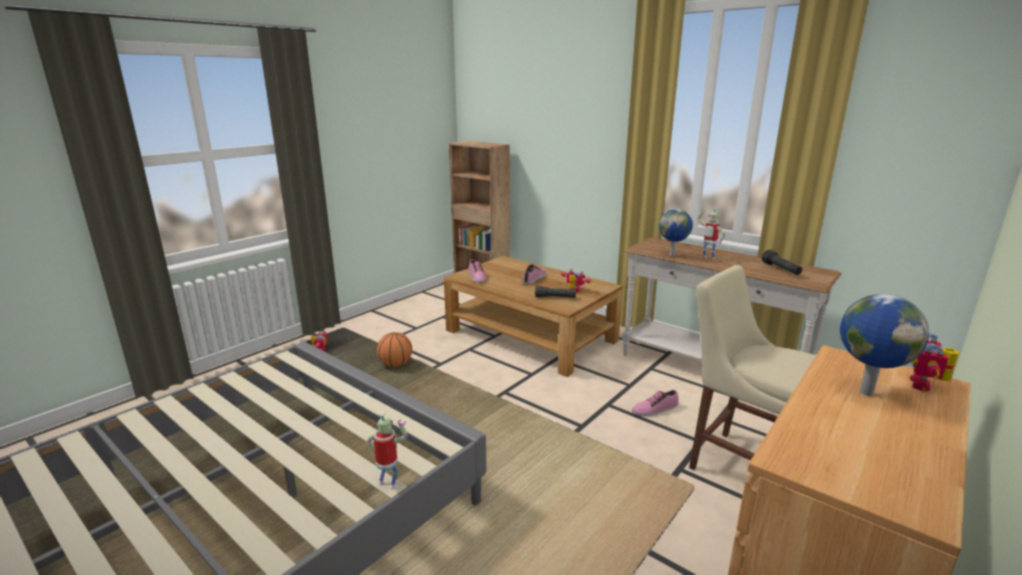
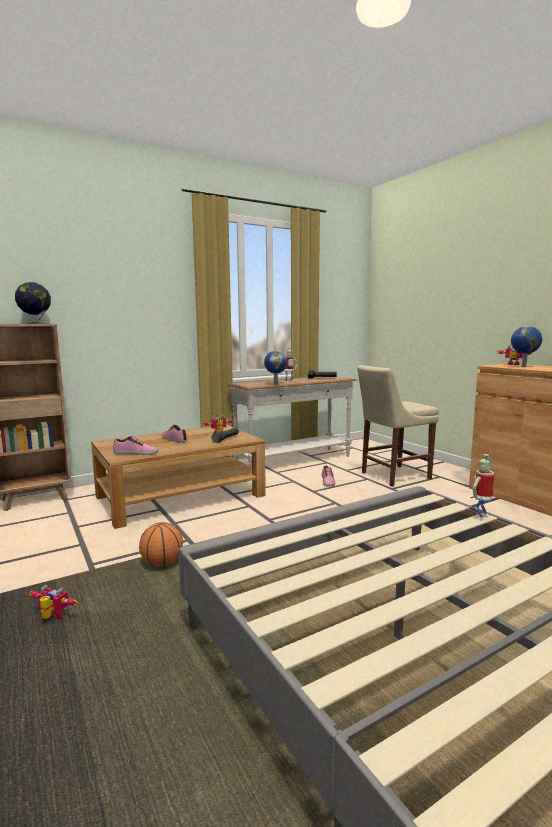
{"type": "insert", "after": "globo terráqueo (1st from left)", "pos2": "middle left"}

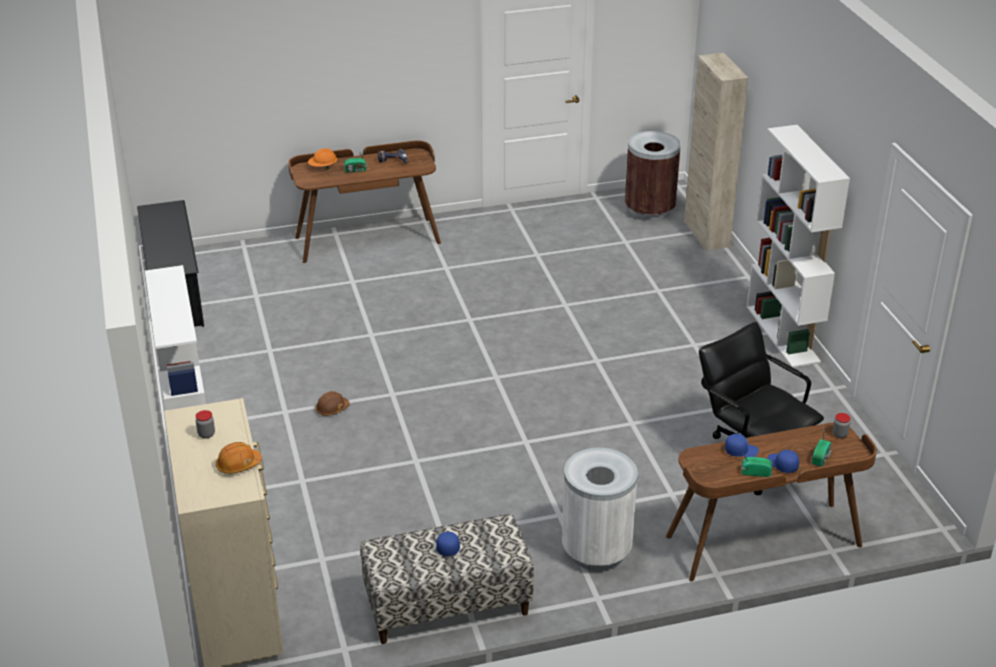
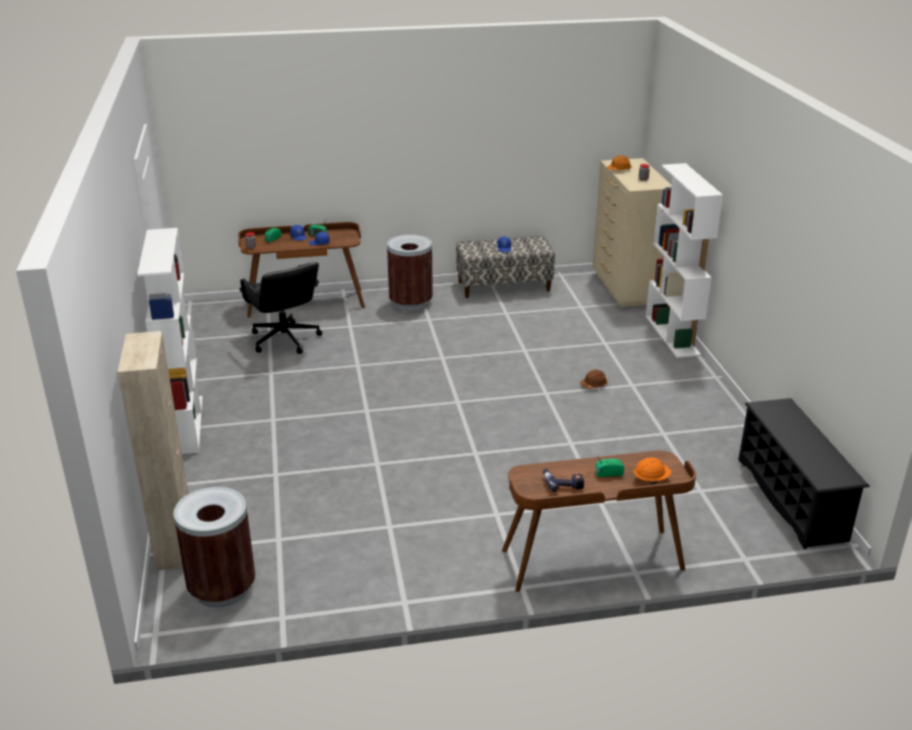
{"type": "recolor", "before": "papelera/blanco", "after": "papelera/marrón (2nd from left)", "pos1": "bottom centre", "pos2": "centre"}

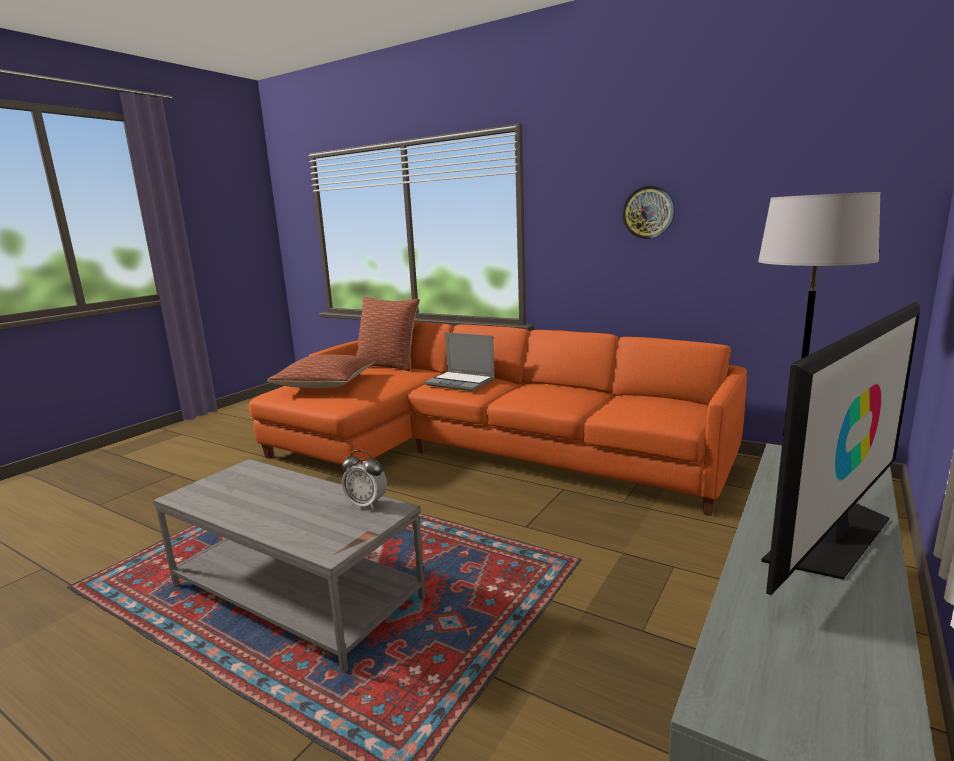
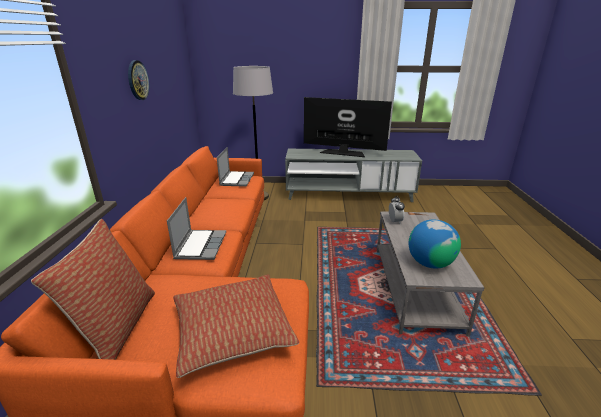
{"type": "insert", "after": "portátil (2nd from left)", "pos2": "centre"}
{"type": "insert", "after": "globo terráqueo", "pos2": "middle right"}

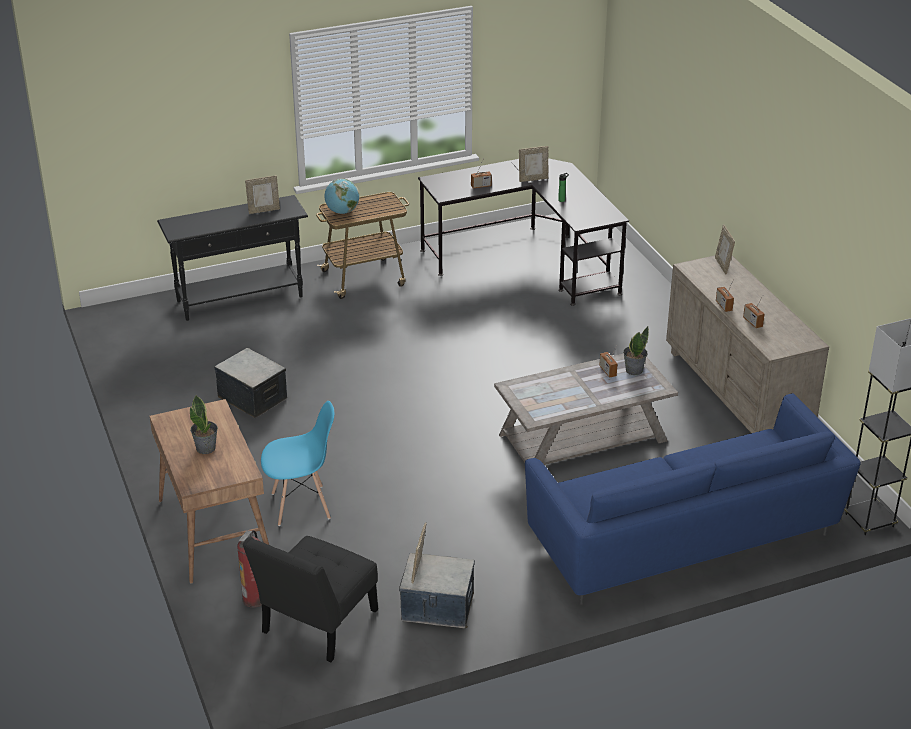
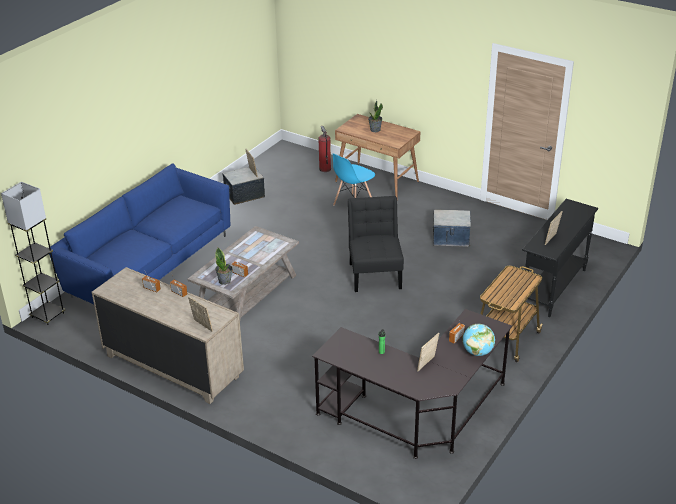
{"type": "move", "before": "silla/negro", "pos1": "bottom centre", "pos2": "centre"}
{"type": "move", "before": "globo terráqueo", "pos1": "top centre", "pos2": "bottom right"}

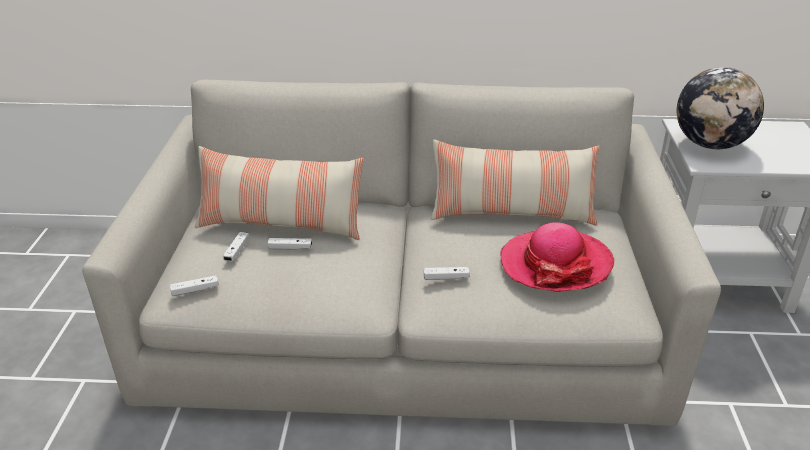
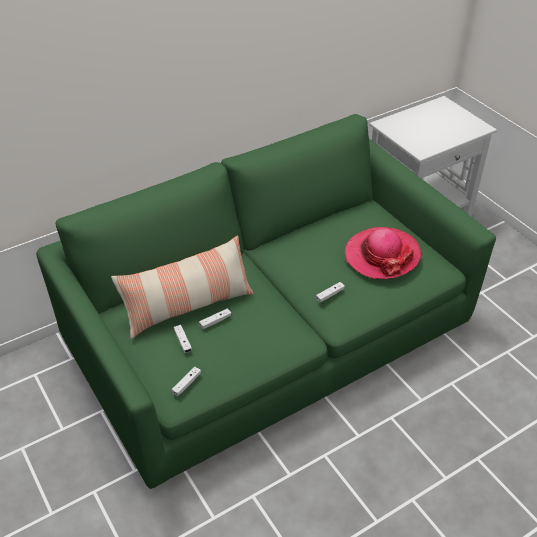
{"type": "recolor", "before": "sofá/gris", "after": "sofá/verde", "pos1": "centre", "pos2": "centre"}
{"type": "delete", "before": "cojín (2nd from left)", "pos1": "centre"}
{"type": "delete", "before": "globo terráqueo", "pos1": "top right"}

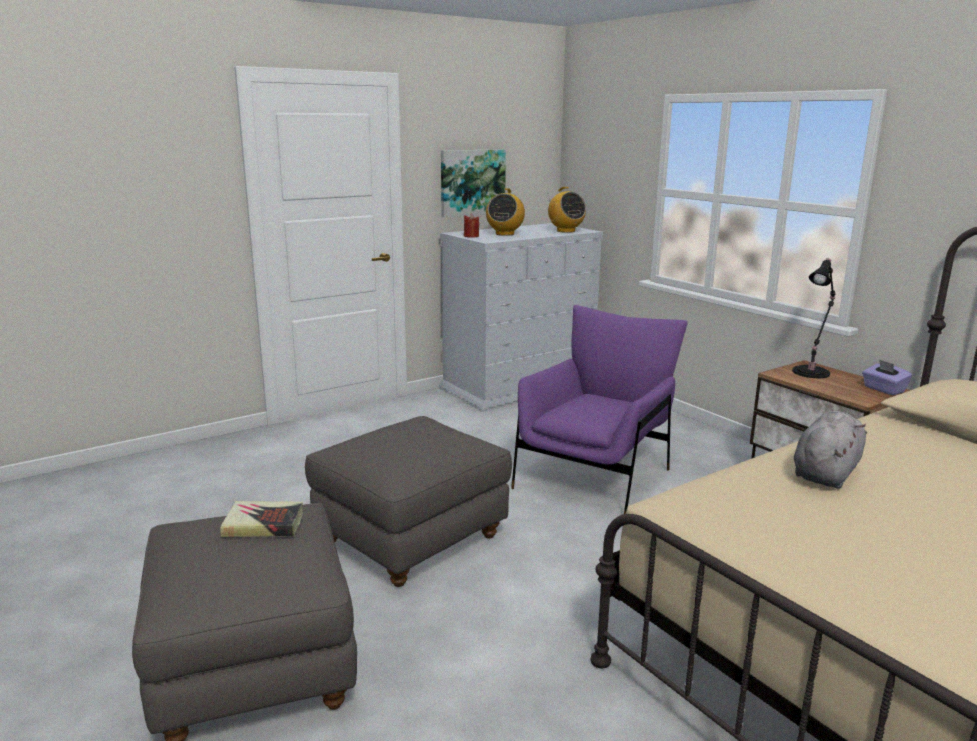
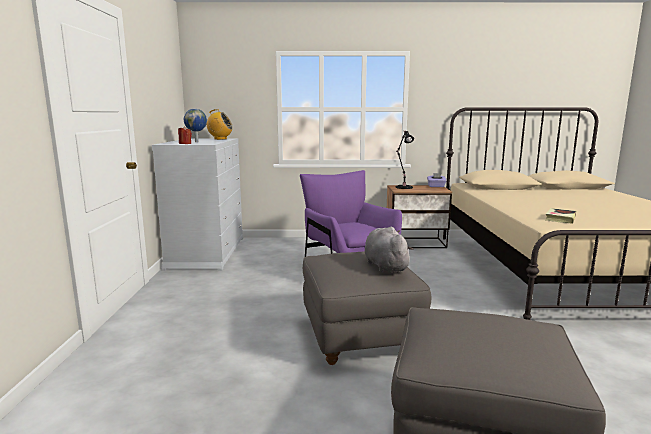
{"type": "replace", "before": "radio (1st from left)", "after": "globo terráqueo", "pos1": "top centre", "pos2": "top left"}
{"type": "move", "before": "peluche/gris", "pos1": "middle right", "pos2": "centre"}
{"type": "move", "before": "libro", "pos1": "bottom left", "pos2": "middle right"}
{"type": "delete", "before": "cuadro", "pos1": "top centre"}

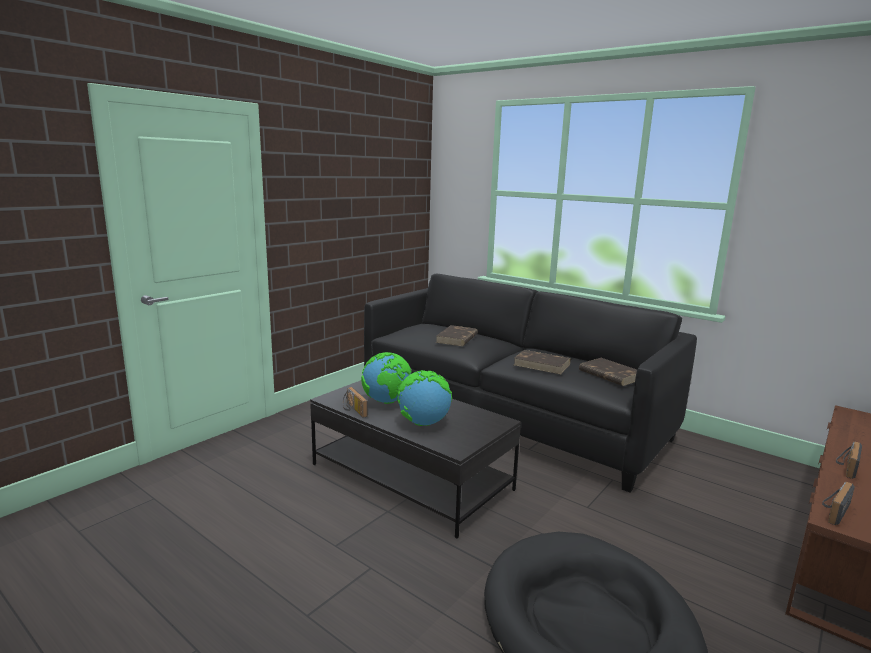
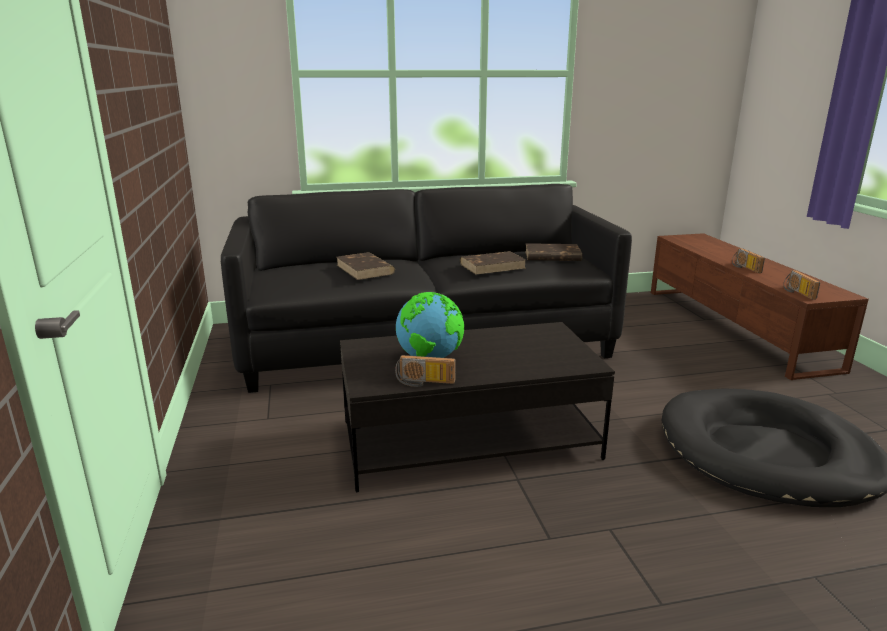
{"type": "delete", "before": "globo terráqueo (2nd from left)", "pos1": "centre"}

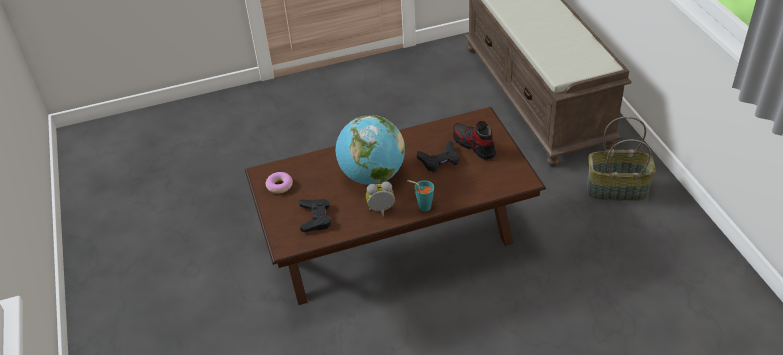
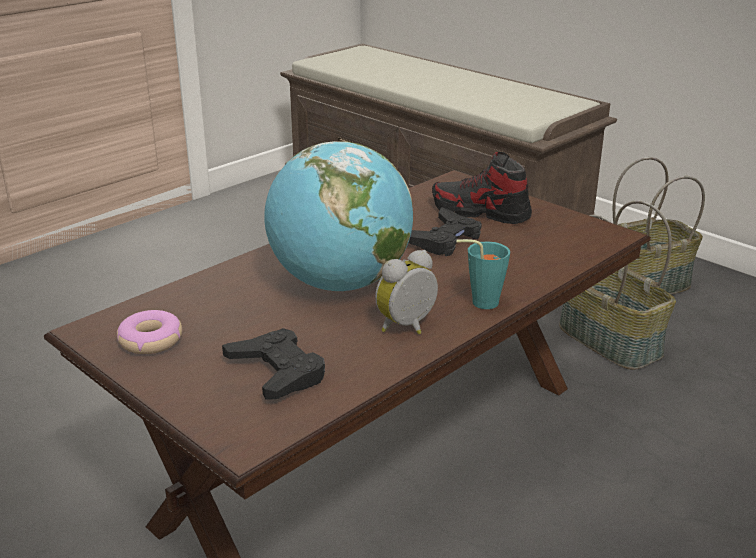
{"type": "insert", "after": "cesta (1st from left)", "pos2": "middle right"}

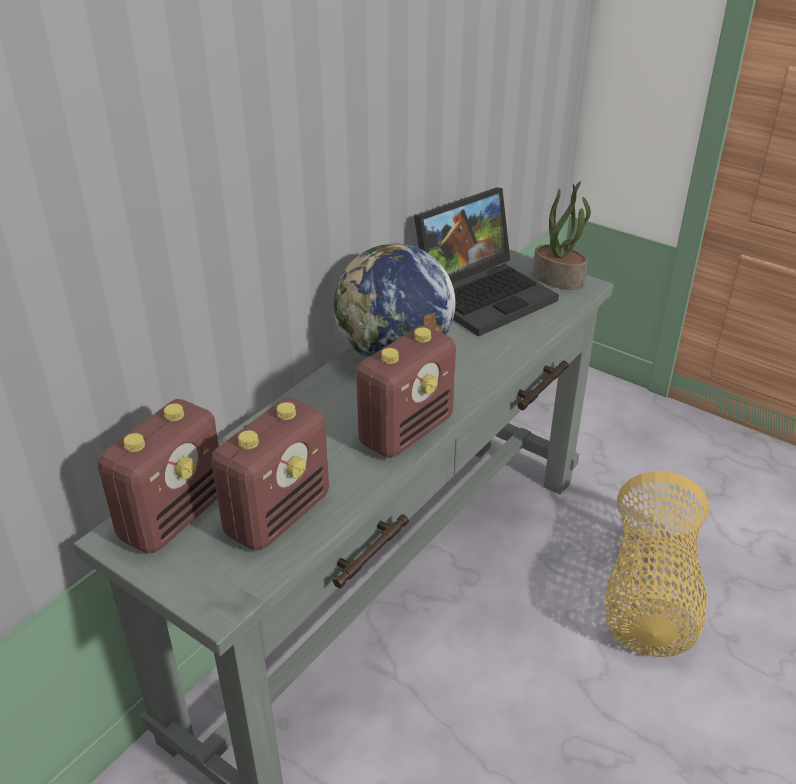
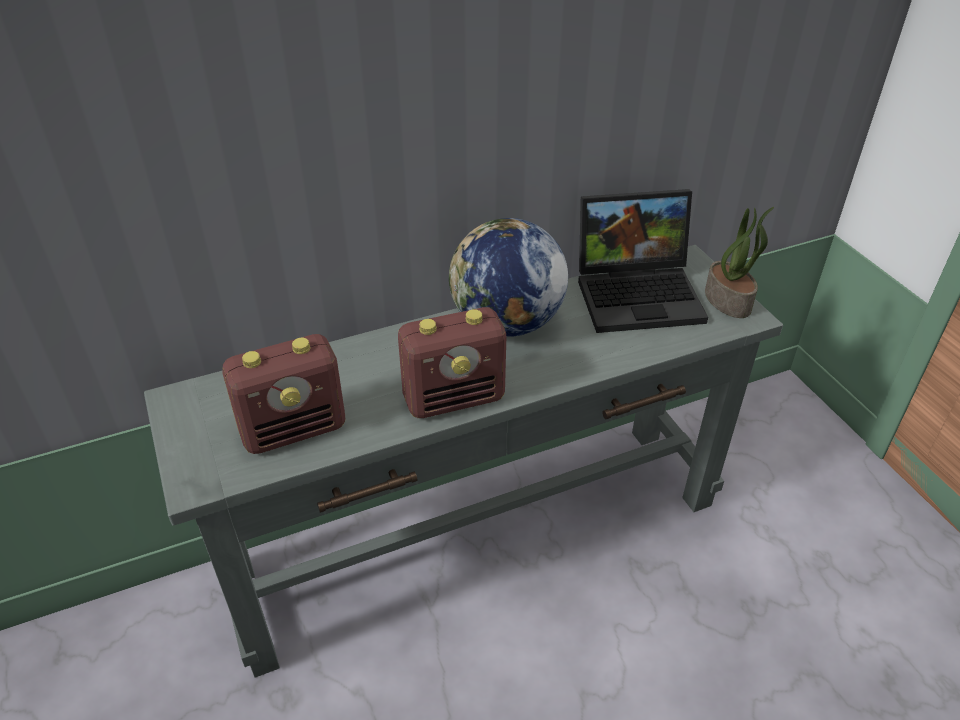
{"type": "delete", "before": "radio (1st from left)", "pos1": "middle left"}
{"type": "delete", "before": "cesta", "pos1": "bottom right"}

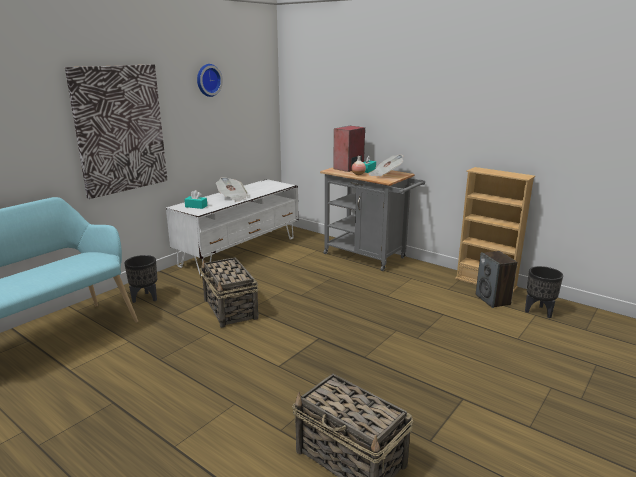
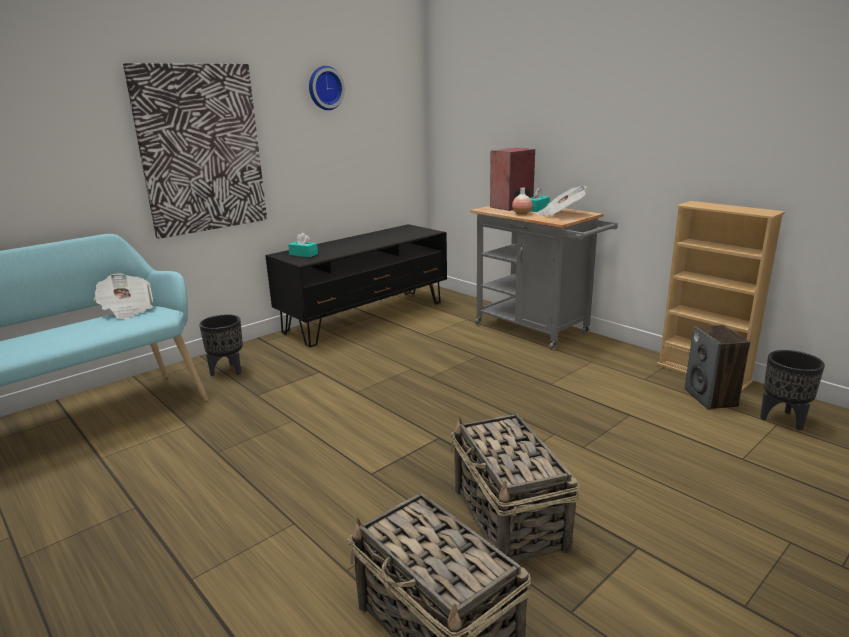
{"type": "move", "before": "periódico (1st from left)", "pos1": "centre", "pos2": "middle left"}
{"type": "recolor", "before": "mueble de televisión/blanco", "after": "mueble de televisión/negro", "pos1": "centre", "pos2": "centre"}
{"type": "move", "before": "cesta (1st from left in the first image)", "after": "cesta (2nd from left)", "pos1": "centre", "pos2": "bottom centre"}

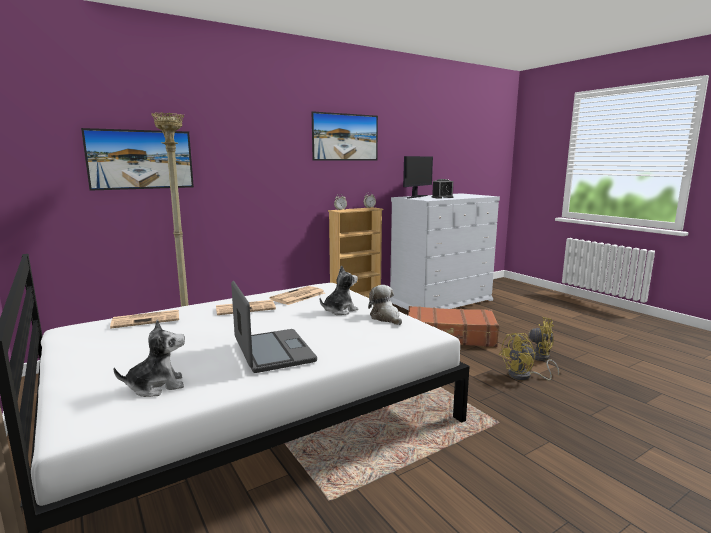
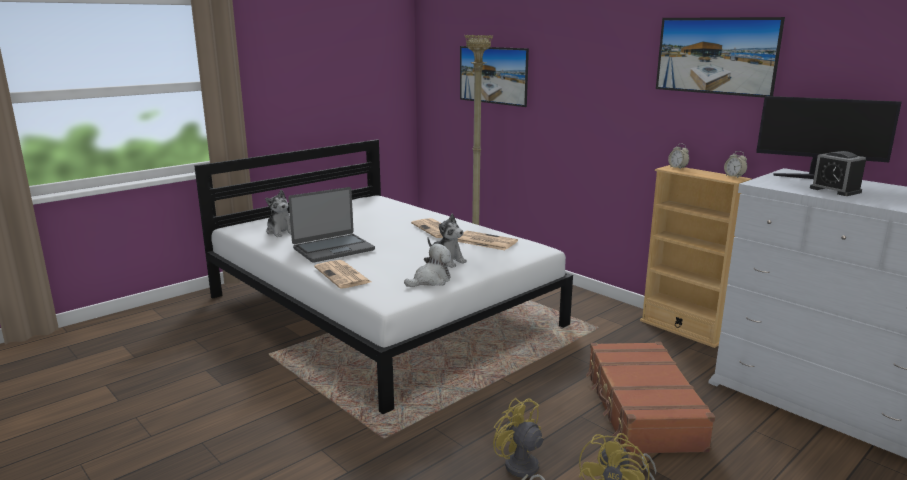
{"type": "move", "before": "periódico (1st from left)", "pos1": "middle left", "pos2": "centre"}

